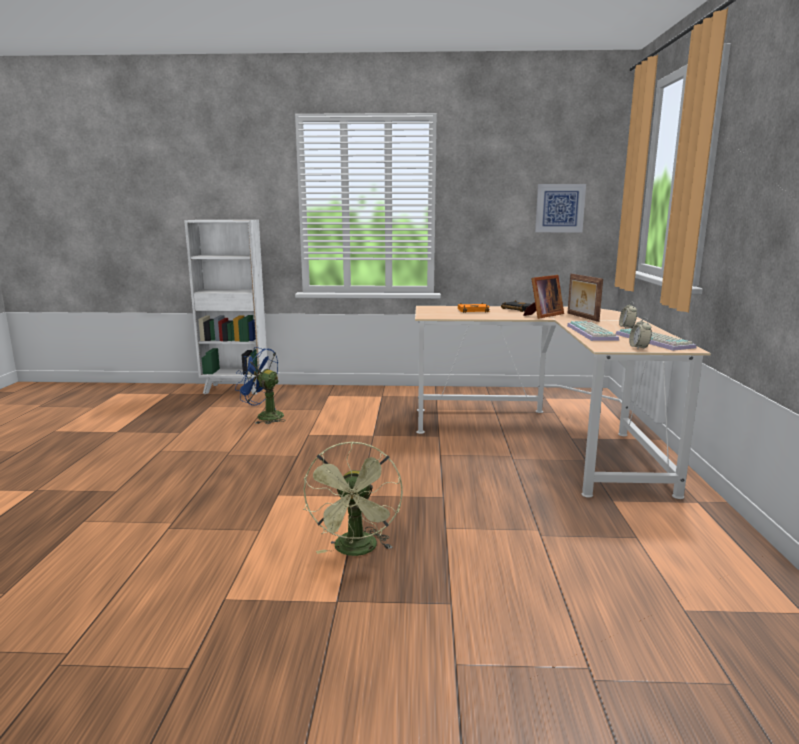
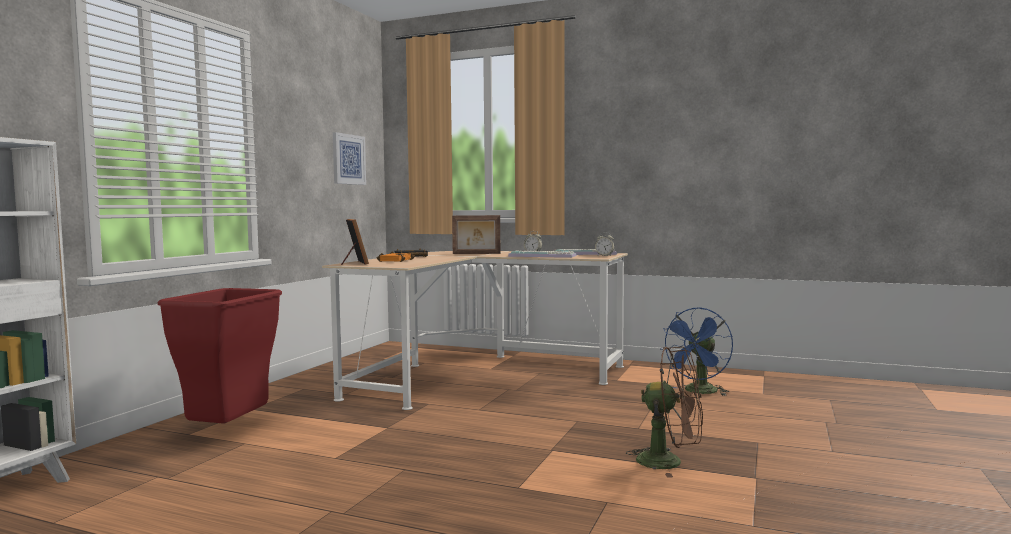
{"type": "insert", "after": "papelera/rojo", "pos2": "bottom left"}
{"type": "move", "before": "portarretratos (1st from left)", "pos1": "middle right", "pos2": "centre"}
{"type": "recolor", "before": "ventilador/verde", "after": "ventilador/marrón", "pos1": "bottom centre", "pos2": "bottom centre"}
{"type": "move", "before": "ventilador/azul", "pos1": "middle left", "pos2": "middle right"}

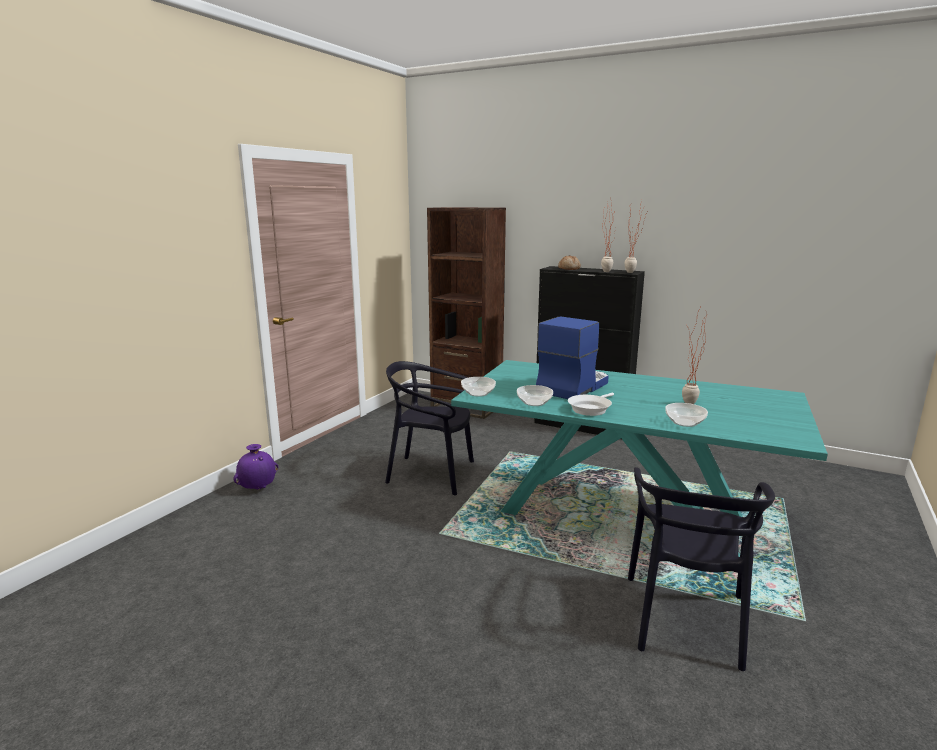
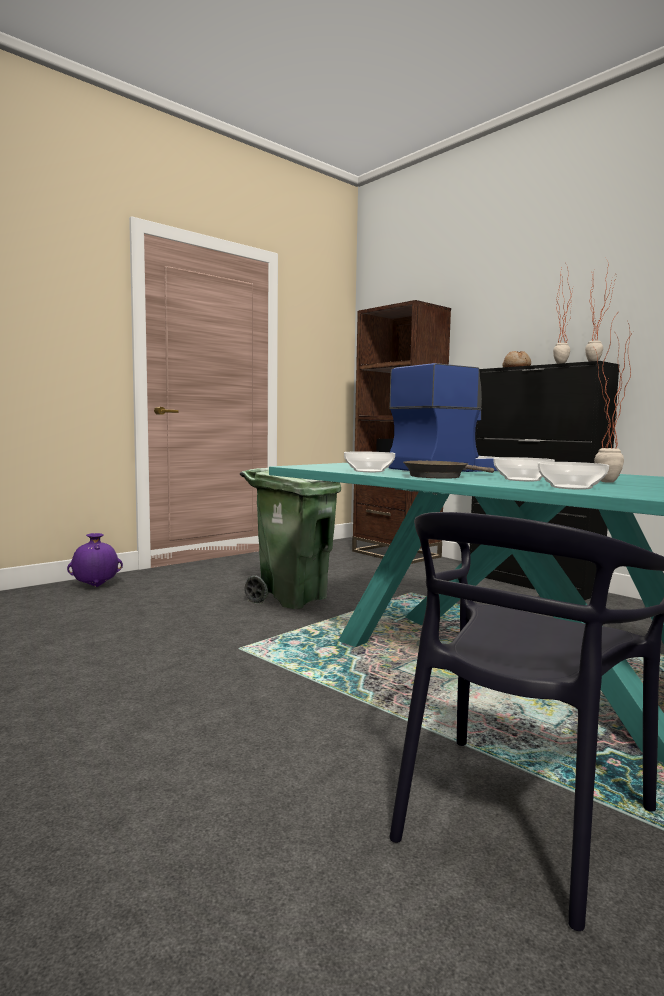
{"type": "replace", "before": "silla/negro (1st from left)", "after": "papelera/verde", "pos1": "centre", "pos2": "centre"}
{"type": "recolor", "before": "sartén/blanco", "after": "sartén/marrón", "pos1": "centre", "pos2": "middle right"}
{"type": "move", "before": "cuenco (1st from left in the first image)", "after": "cuenco (2nd from left)", "pos1": "centre", "pos2": "middle right"}

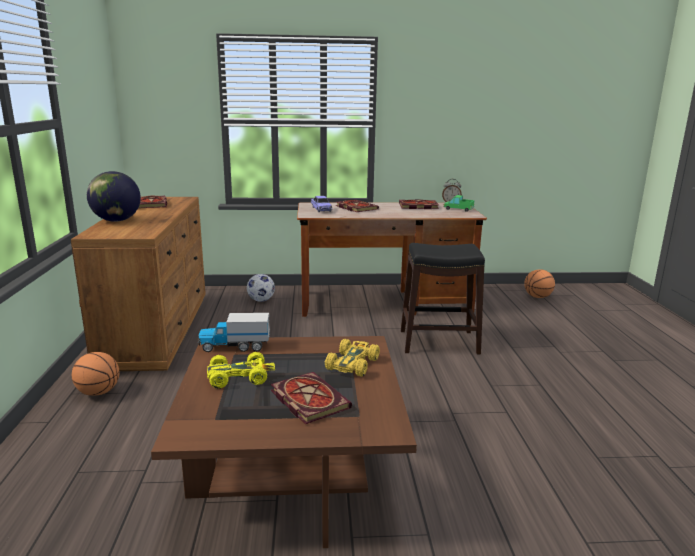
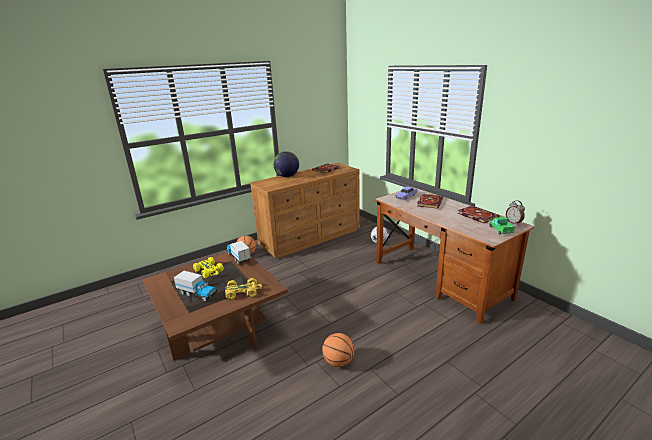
{"type": "replace", "before": "libro (2nd from left)", "after": "camión de juguete (1st from left)", "pos1": "bottom centre", "pos2": "middle left"}
{"type": "move", "before": "balón de baloncesto (2nd from left)", "pos1": "middle right", "pos2": "bottom centre"}
{"type": "delete", "before": "taburete/negro", "pos1": "centre"}

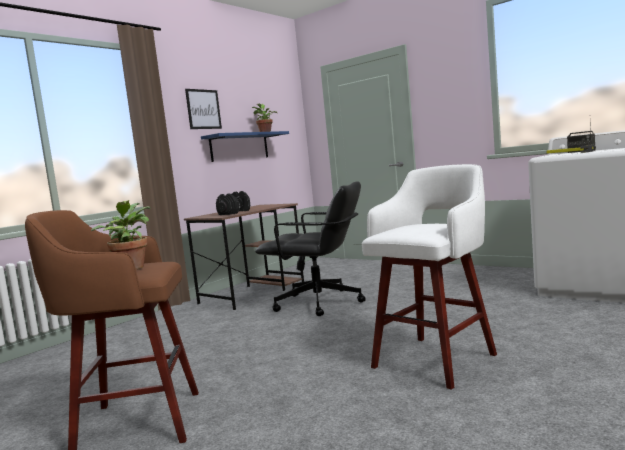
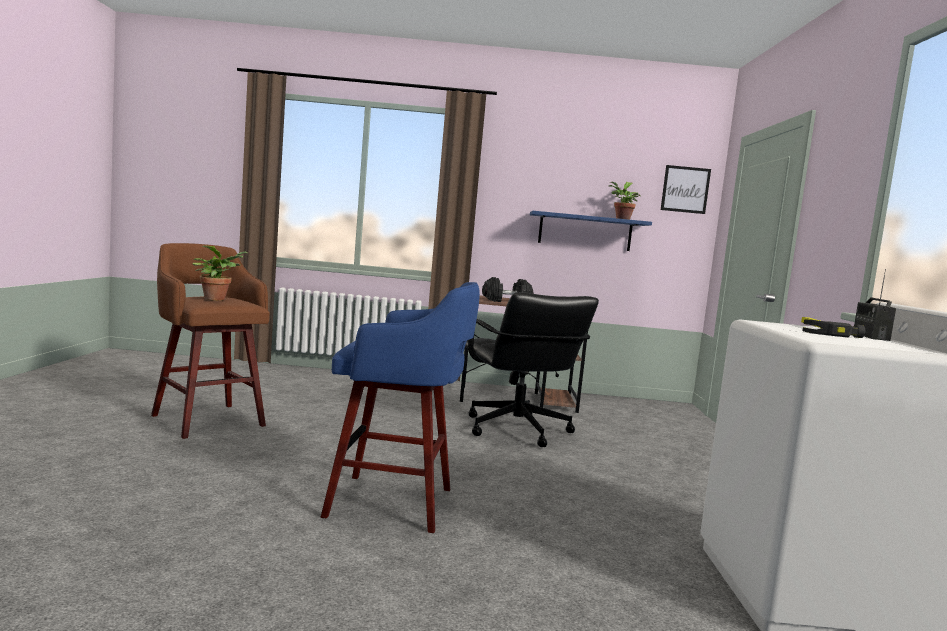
{"type": "recolor", "before": "taburete/blanco", "after": "taburete/azul", "pos1": "middle right", "pos2": "centre"}
{"type": "move", "before": "cuadro", "pos1": "top left", "pos2": "top right"}

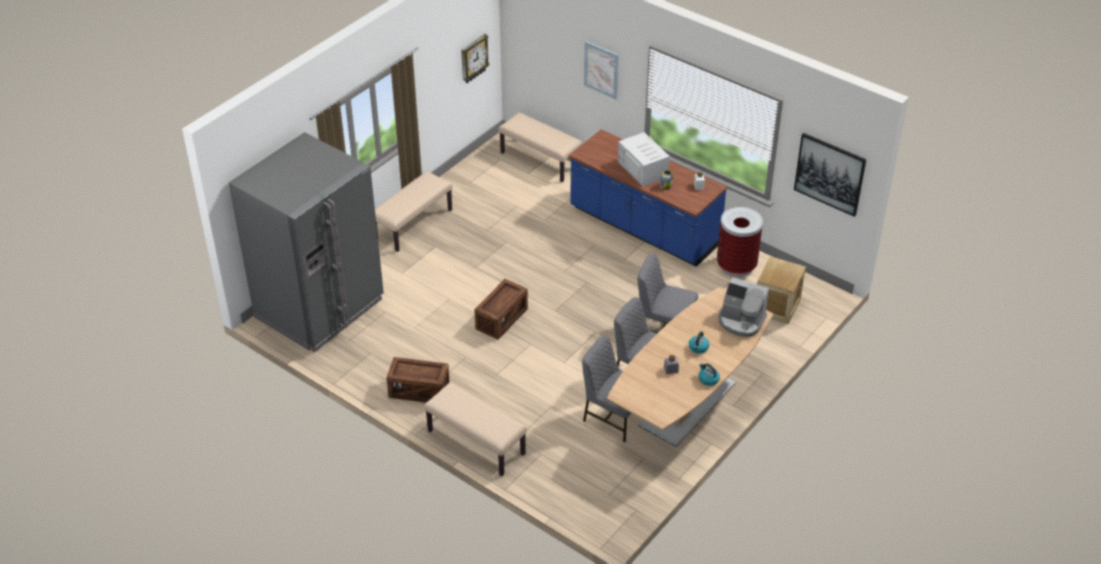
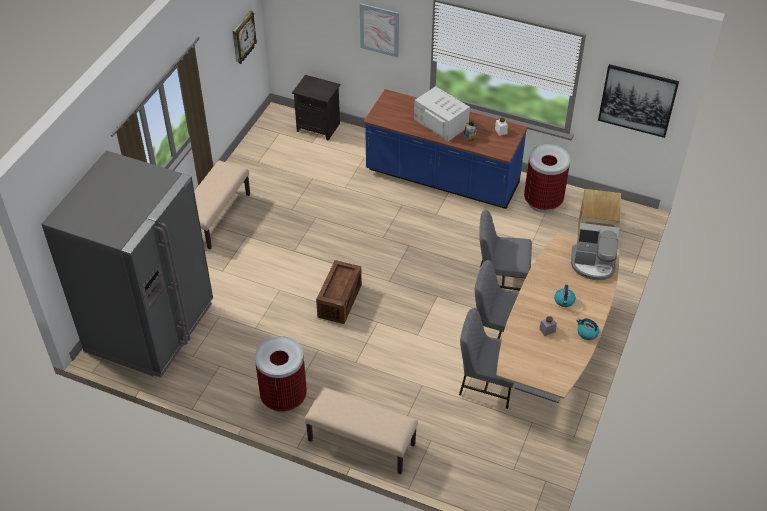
{"type": "replace", "before": "caja de embalaje (1st from left)", "after": "papelera (1st from left)", "pos1": "bottom centre", "pos2": "bottom centre"}
{"type": "replace", "before": "banco/beis (3rd from left)", "after": "mesita de noche/negro", "pos1": "top centre", "pos2": "top centre"}

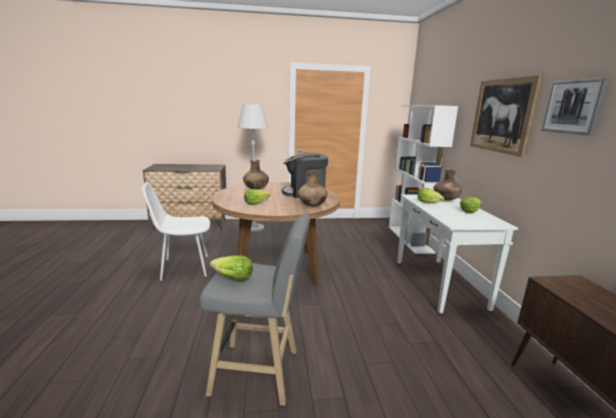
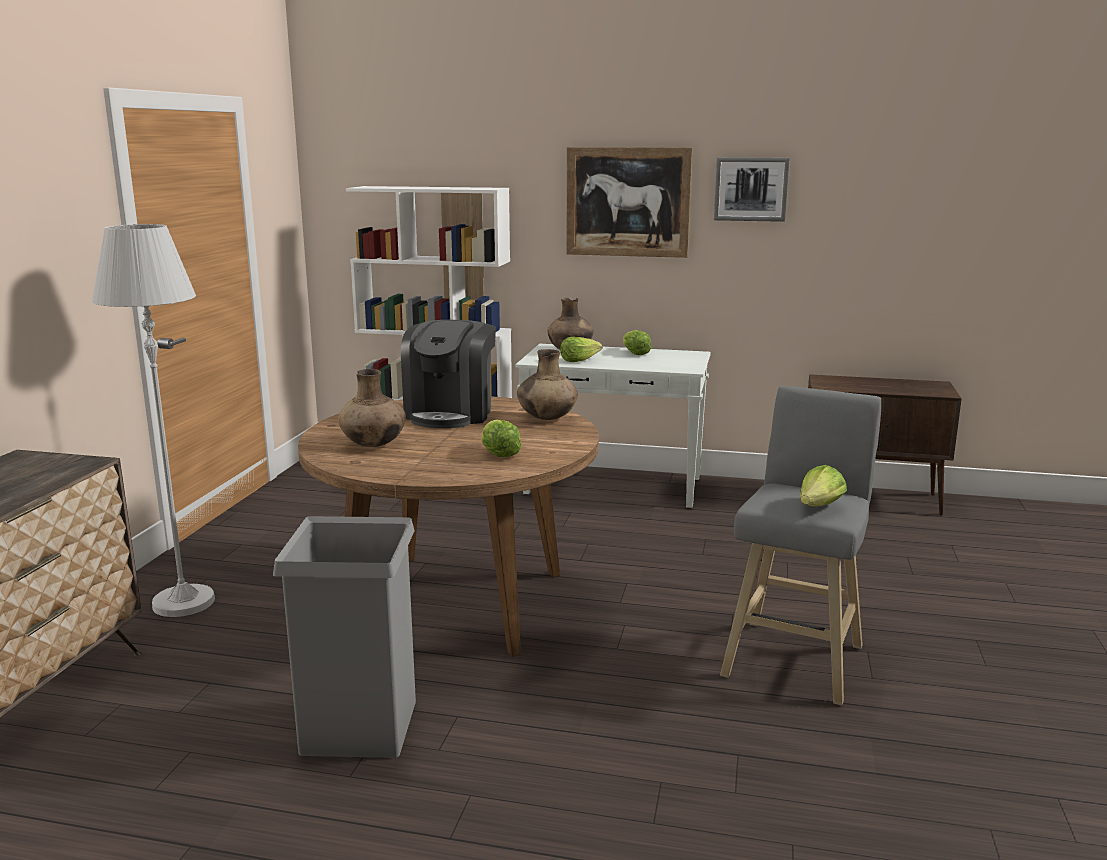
{"type": "replace", "before": "silla/blanco", "after": "papelera/gris", "pos1": "middle left", "pos2": "bottom left"}

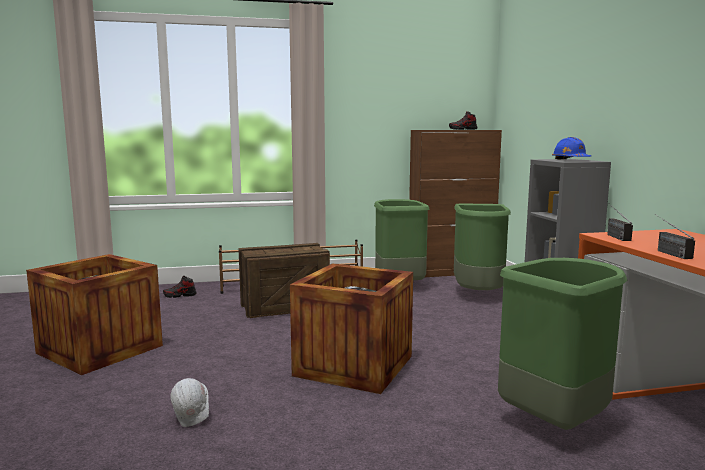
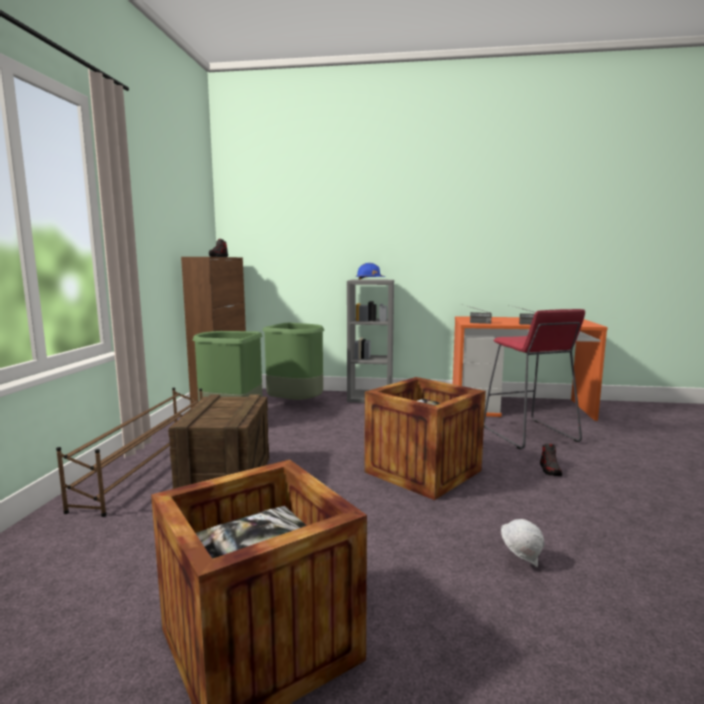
{"type": "replace", "before": "papelera/verde (3rd from left)", "after": "taburete/rojo", "pos1": "bottom right", "pos2": "middle right"}
{"type": "move", "before": "zapato (1st from left in the first image)", "after": "zapato (2nd from left)", "pos1": "middle left", "pos2": "middle right"}

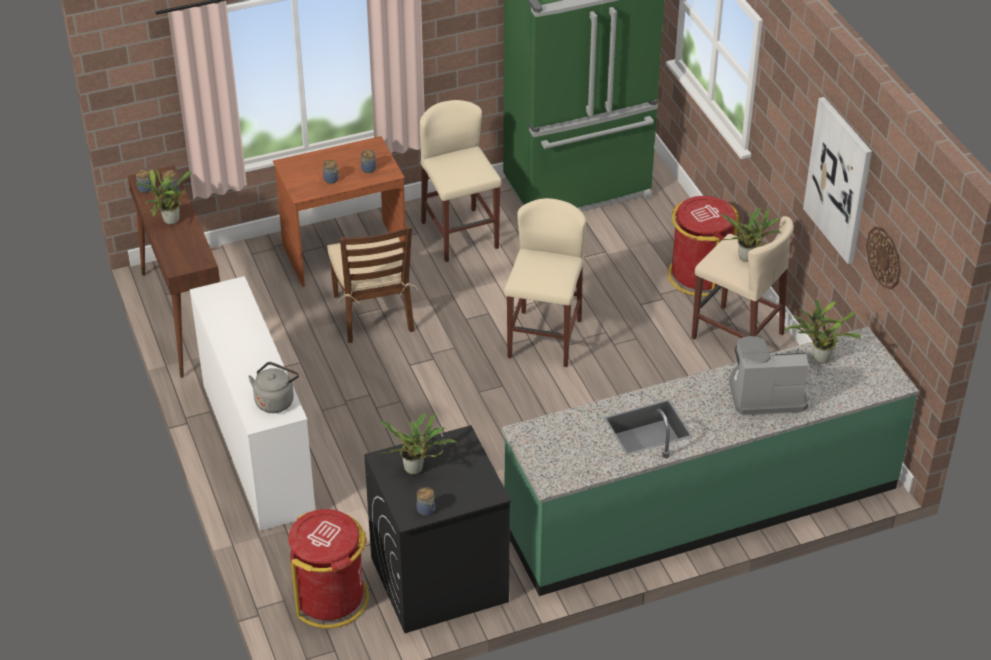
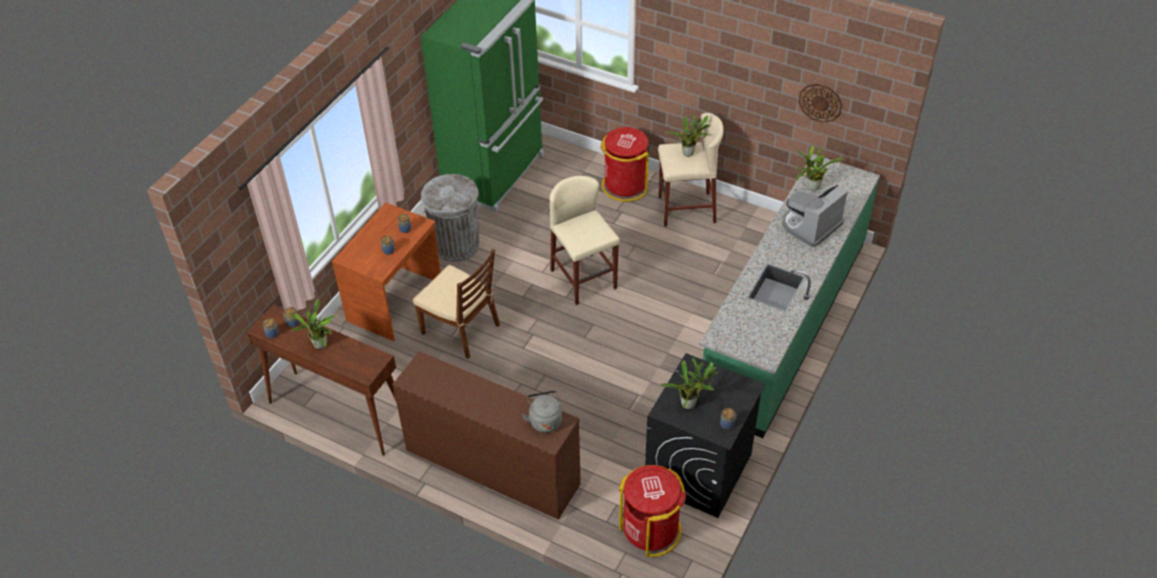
{"type": "recolor", "before": "cómoda/blanco", "after": "cómoda/marrón", "pos1": "middle left", "pos2": "bottom centre"}
{"type": "replace", "before": "taburete/beis (1st from left)", "after": "papelera/gris", "pos1": "top centre", "pos2": "centre"}
{"type": "delete", "before": "cuadro", "pos1": "top right"}

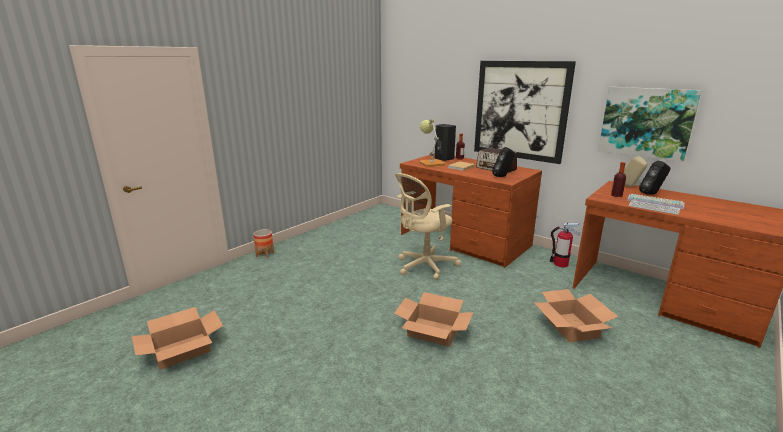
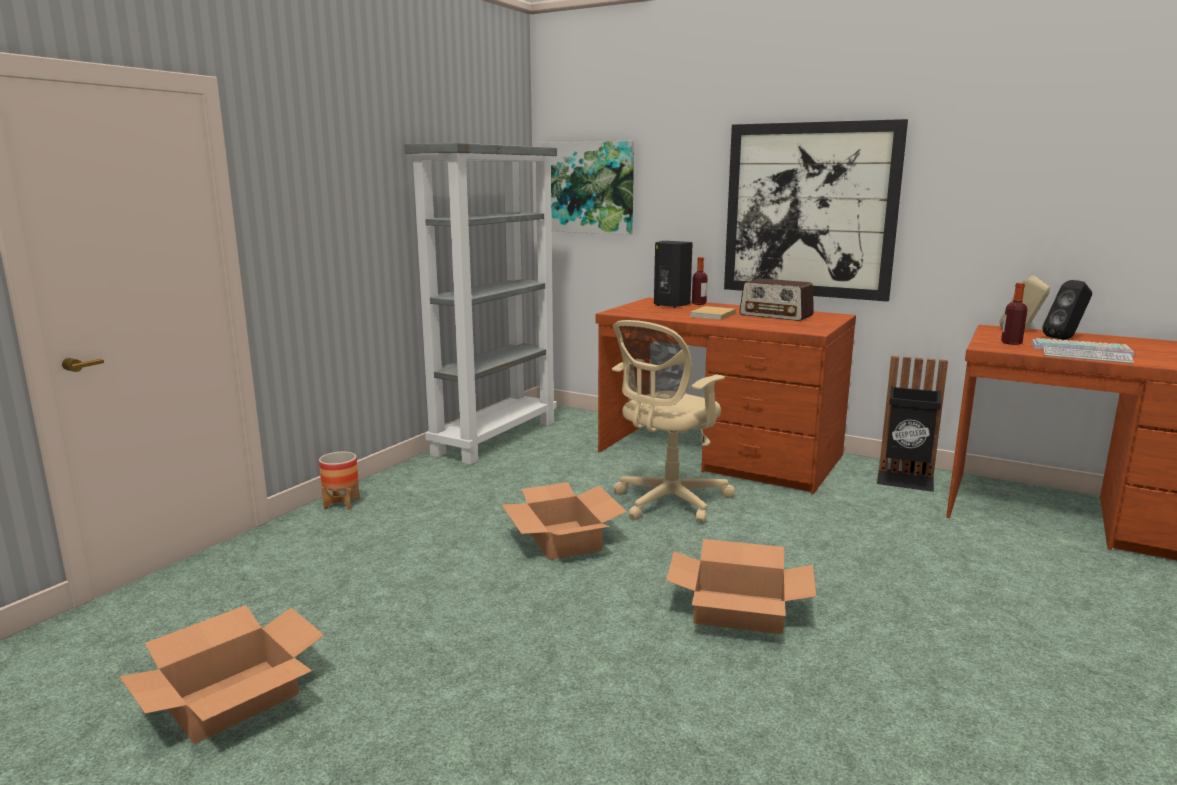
{"type": "insert", "after": "estantería/gris", "pos2": "centre"}
{"type": "move", "before": "caja de cartón (3rd from left in the first image)", "after": "caja de cartón (2nd from left)", "pos1": "bottom right", "pos2": "centre"}
{"type": "move", "before": "cuadro (2nd from left in the first image)", "after": "cuadro (1st from left)", "pos1": "top right", "pos2": "top centre"}
{"type": "replace", "before": "extintor", "after": "papelera/negro", "pos1": "middle right", "pos2": "middle right"}
{"type": "delete", "before": "lámpara de mesa", "pos1": "top centre"}
{"type": "delete", "before": "altavoz/negro (2nd from left)", "pos1": "centre"}

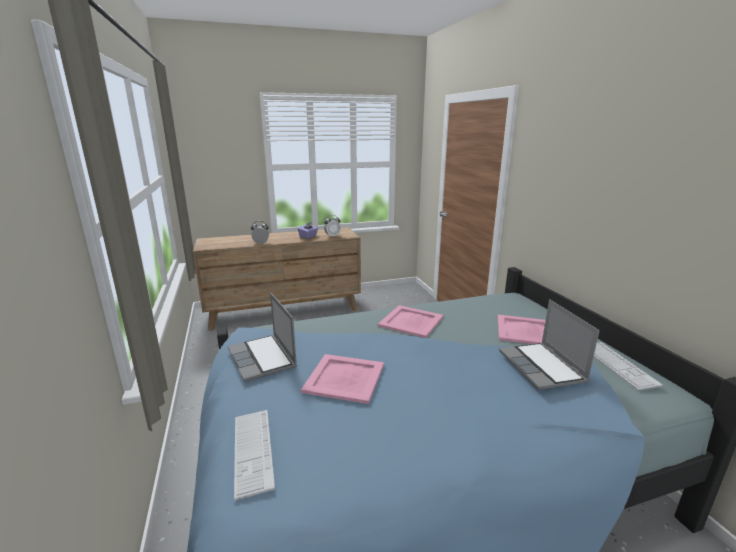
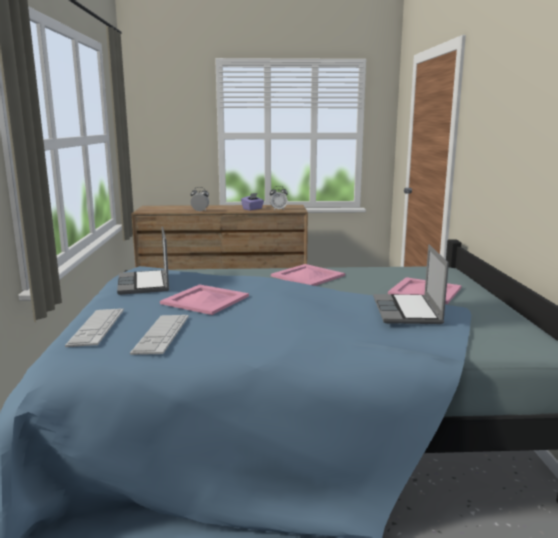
{"type": "move", "before": "teclado (2nd from left)", "pos1": "middle right", "pos2": "middle left"}

